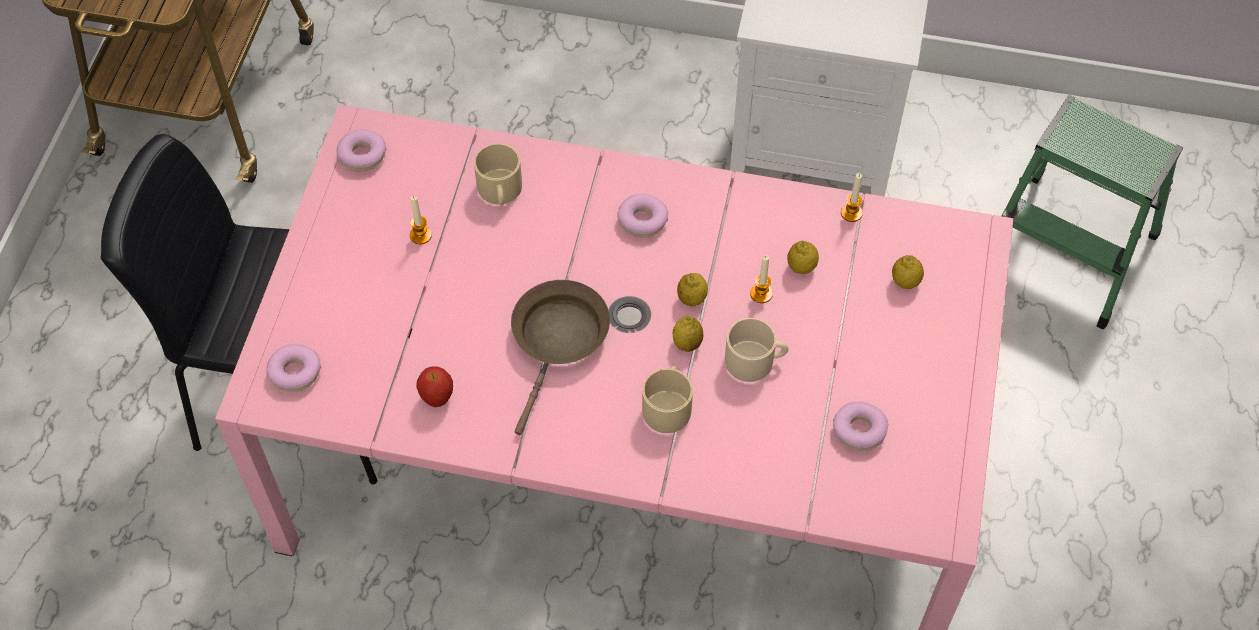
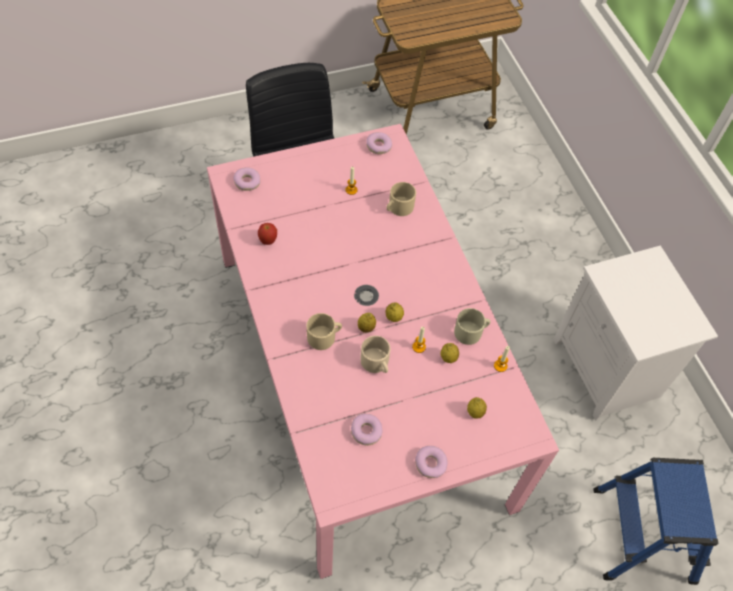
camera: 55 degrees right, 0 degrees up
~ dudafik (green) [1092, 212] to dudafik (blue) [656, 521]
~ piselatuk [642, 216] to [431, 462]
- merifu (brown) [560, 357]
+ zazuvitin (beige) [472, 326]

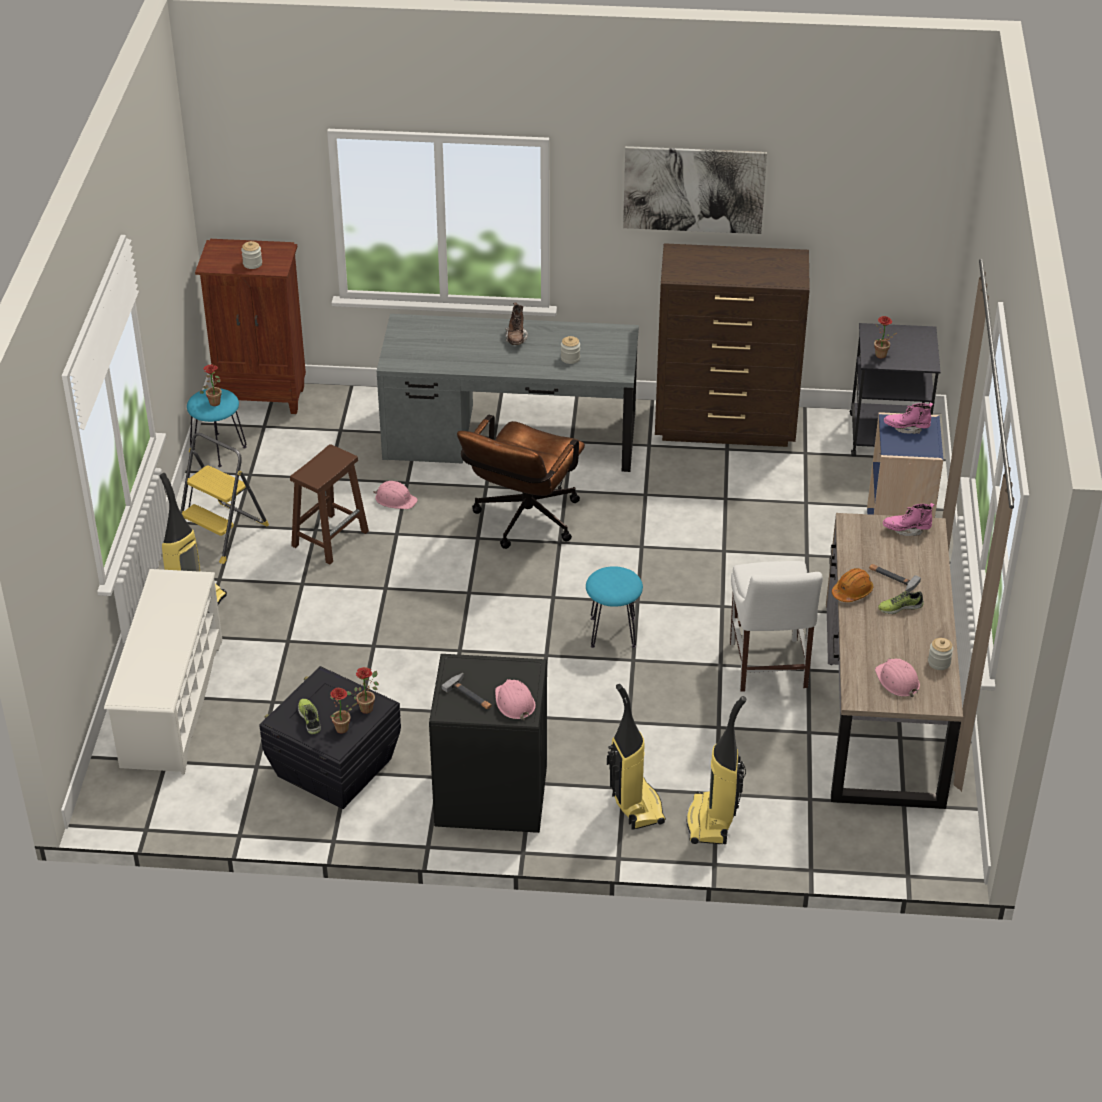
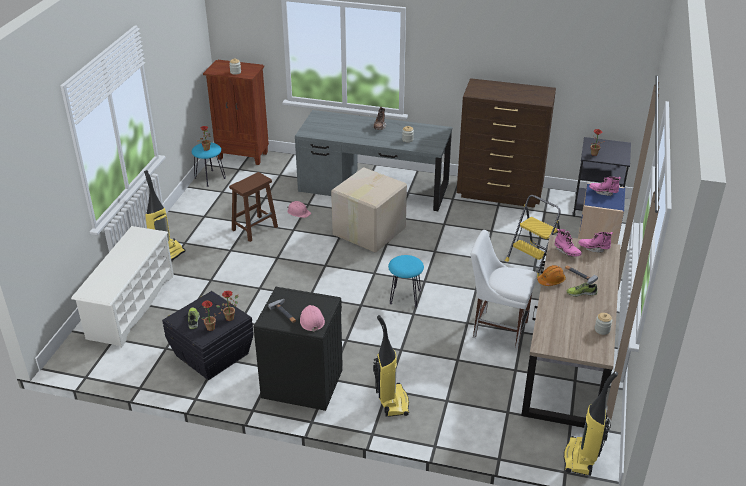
camera: 10 degrees right, 5 degrees down
- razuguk [695, 190]
~ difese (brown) [521, 482] to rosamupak [369, 210]
~ dudafik (yellow) [224, 498] to [533, 236]
~ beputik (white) [776, 626] = [504, 289] 105 degrees clockwise
- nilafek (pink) [897, 677]
~ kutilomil [716, 770] to [591, 423]
+ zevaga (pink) [568, 242]

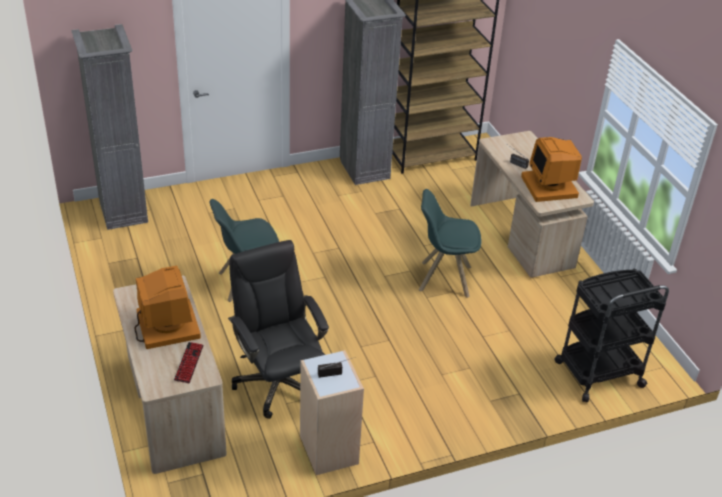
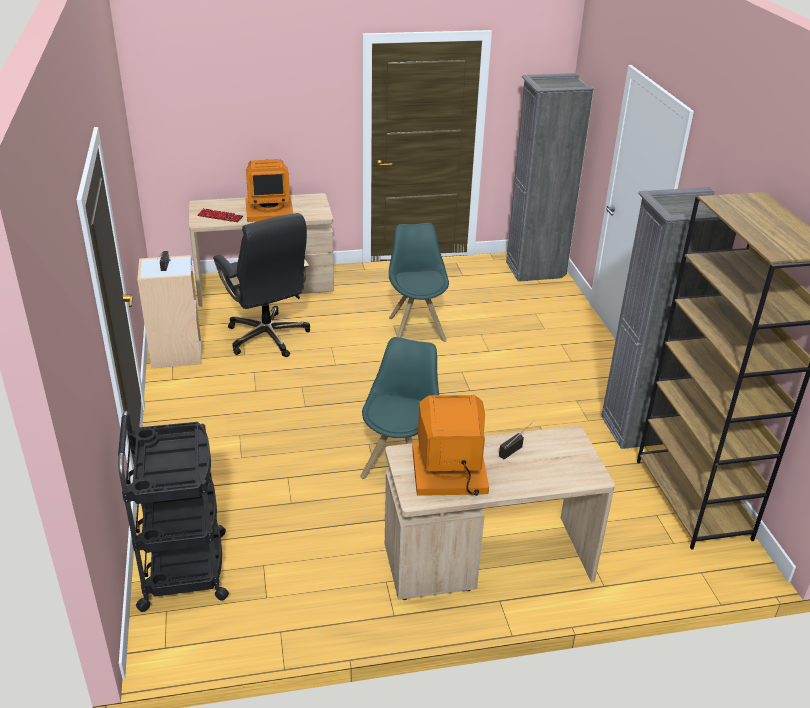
camera: 100 degrees right, 5 degrees down
~ difese (black) [278, 329] = [261, 285] 75 degrees clockwise

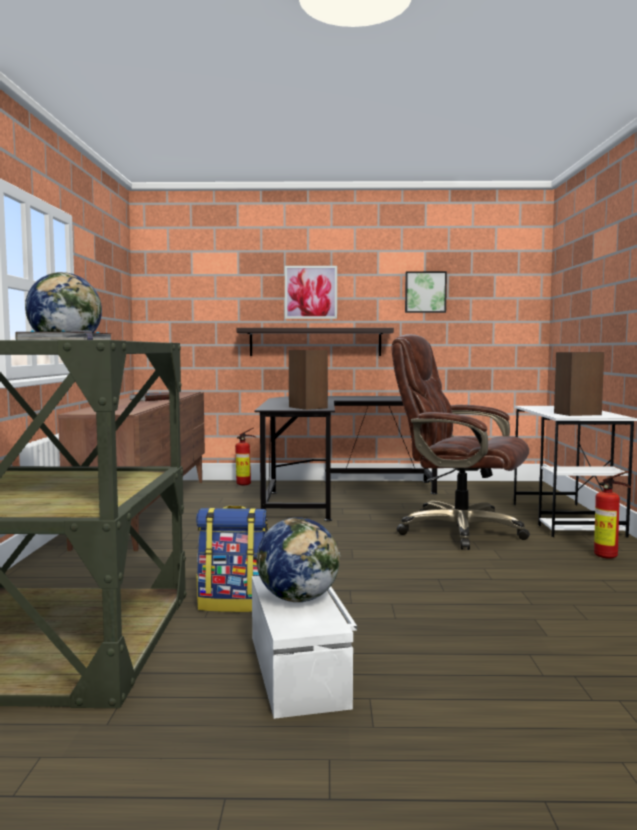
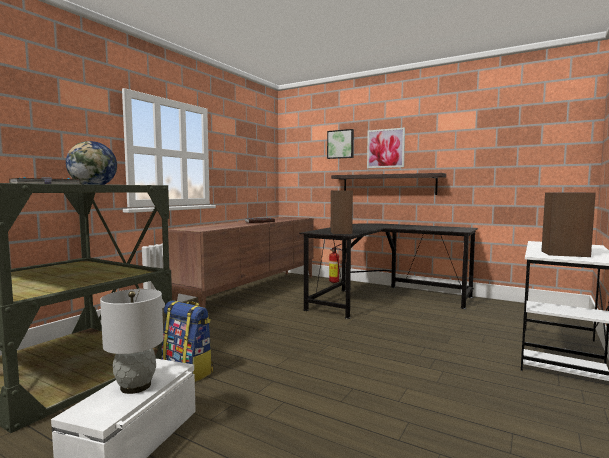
camera: 30 degrees right, 0 degrees up
~ razuguk [426, 292] to [340, 144]
- difese (brown) [460, 442]
- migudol [612, 515]
~ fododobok [298, 559] to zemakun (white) [131, 341]

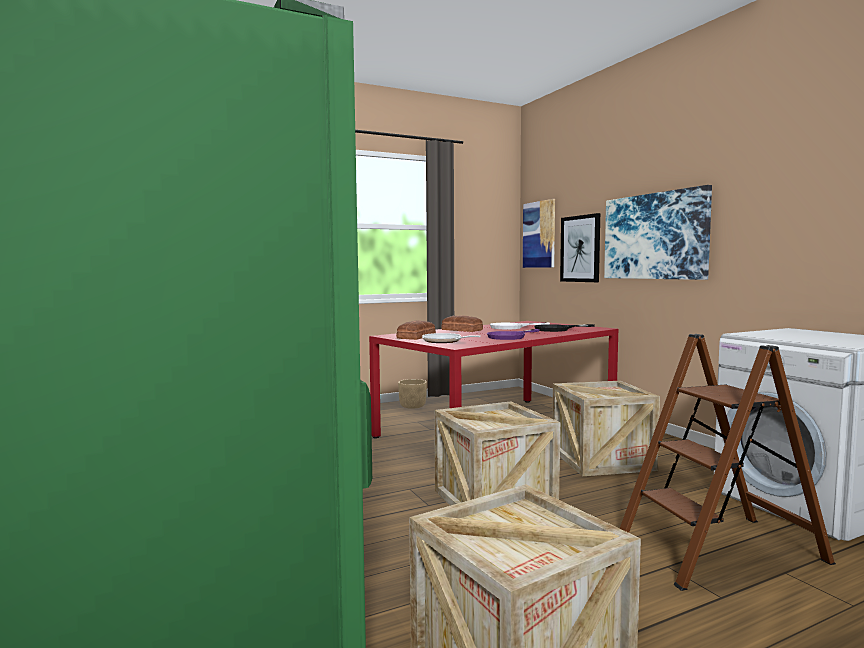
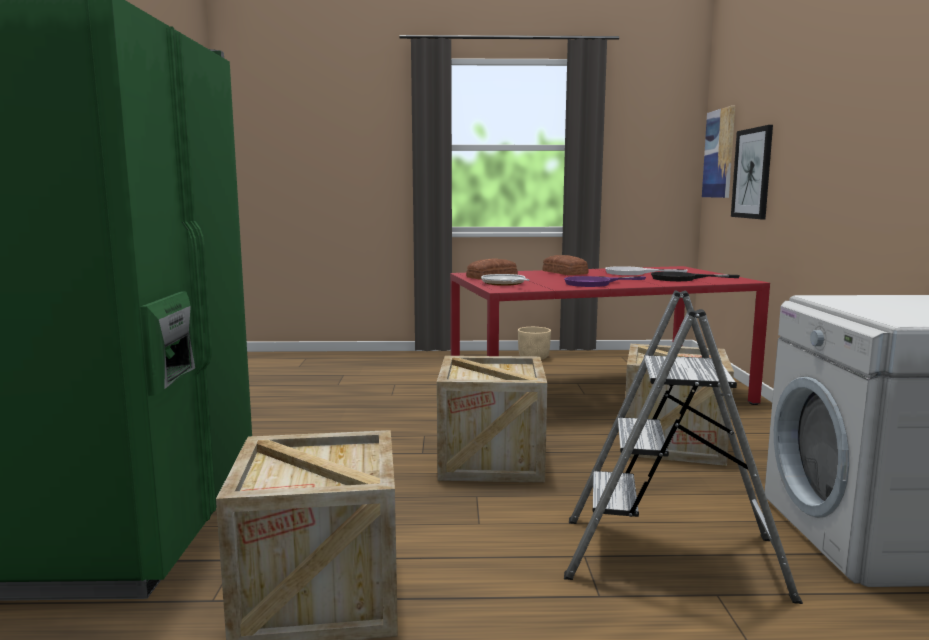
camera: 25 degrees right, 5 degrees up
- razuguk [658, 232]
~ dudafik (brown) [728, 462] to dudafik (grey) [683, 447]

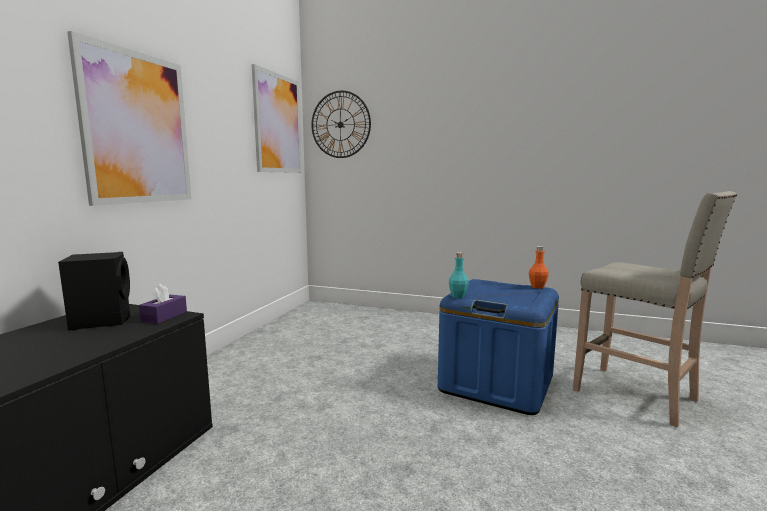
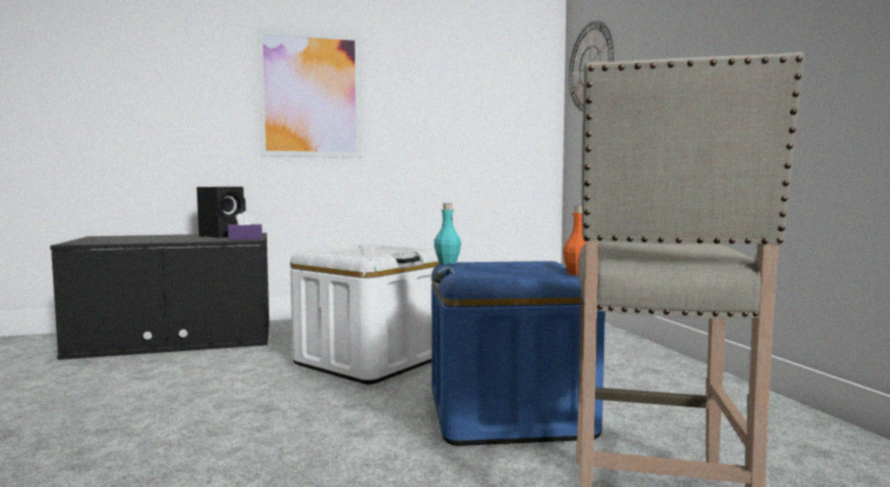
camera: 55 degrees right, 5 degrees down
- razuguk [277, 118]
+ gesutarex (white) [365, 314]

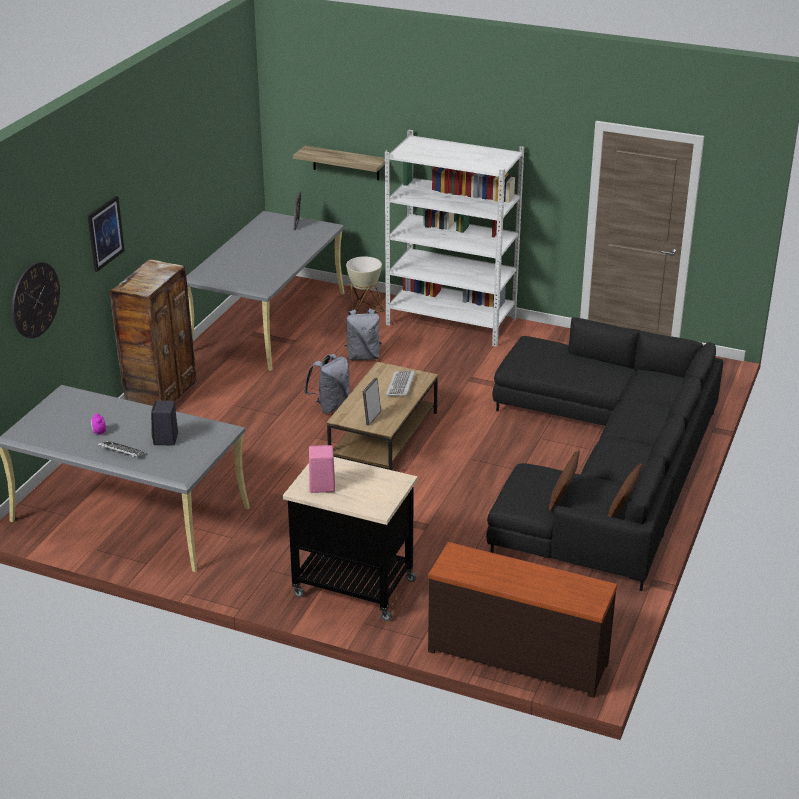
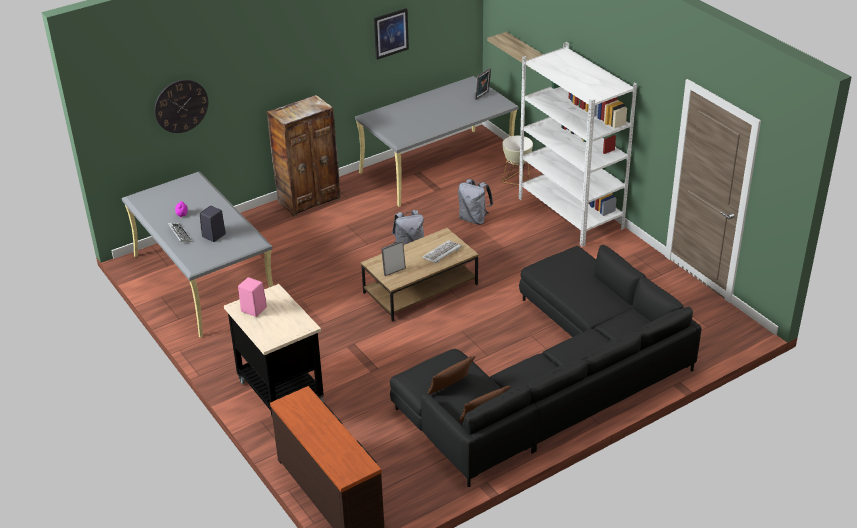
camera: 35 degrees right, 5 degrees up
~ razuguk [106, 234] to [391, 34]

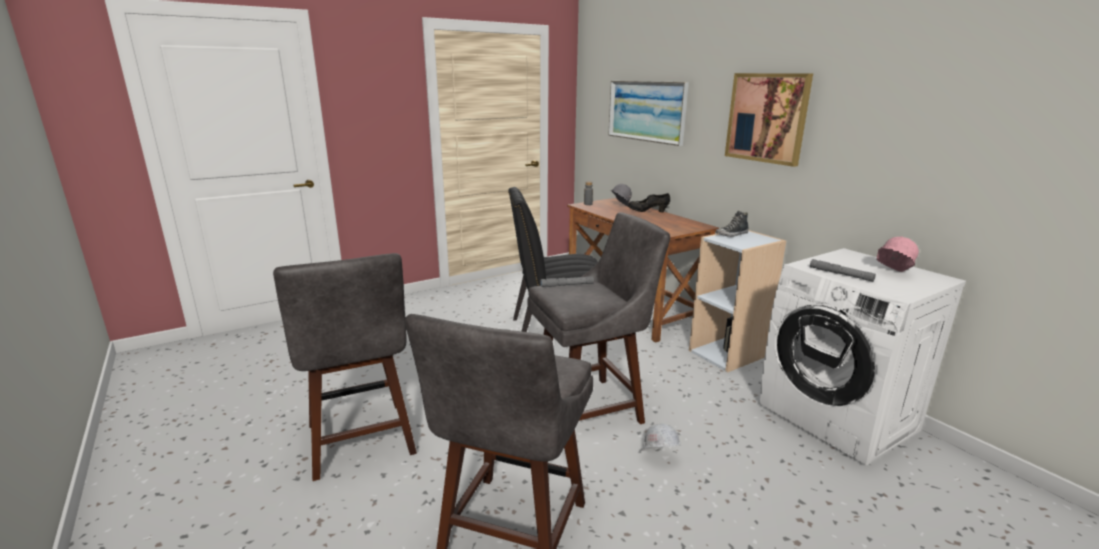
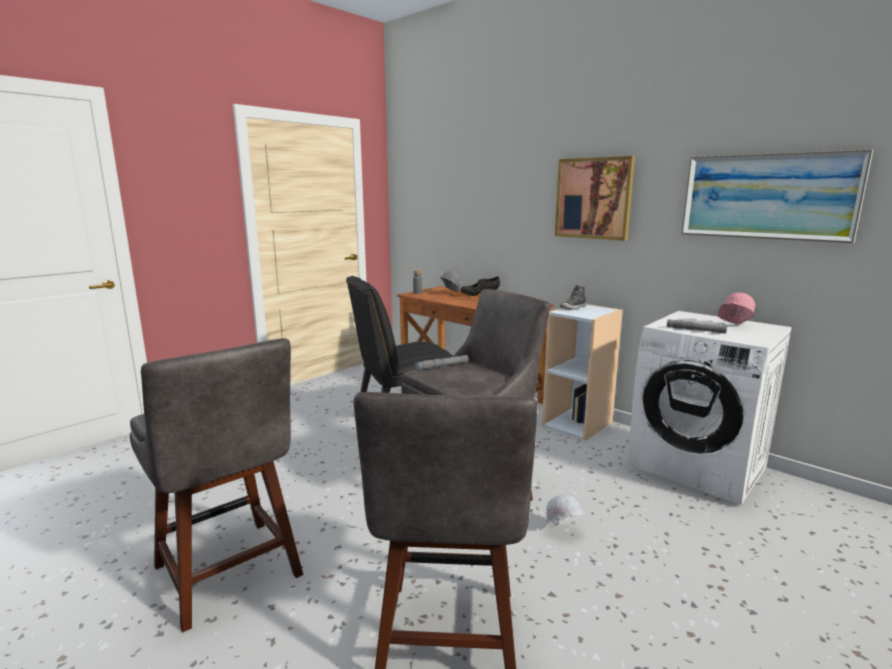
camera: 15 degrees left, 5 degrees down
~ razuguk [648, 113] to [777, 196]

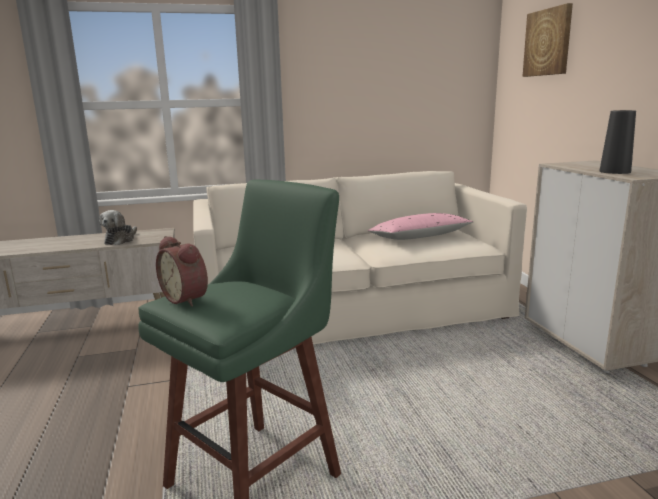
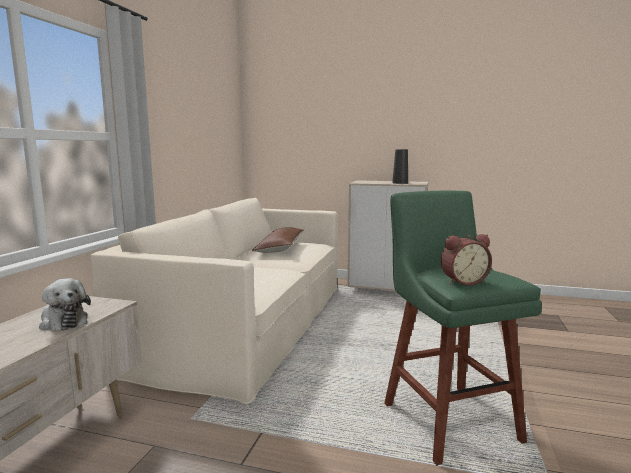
camera: 60 degrees left, 5 degrees down
- razuguk [547, 40]
~ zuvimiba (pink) [421, 226] to zuvimiba (brown) [278, 240]

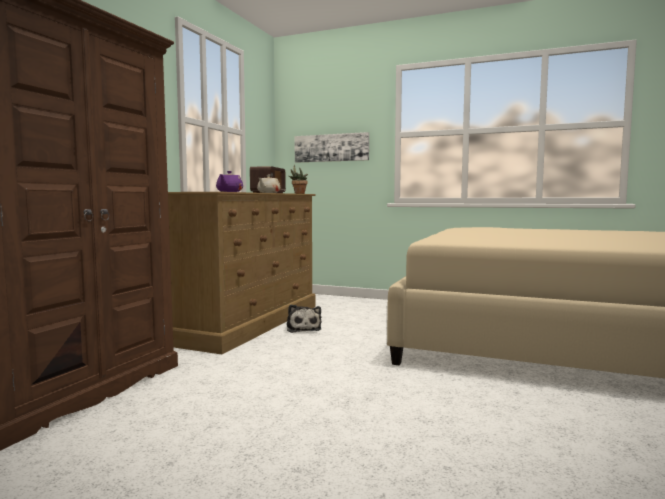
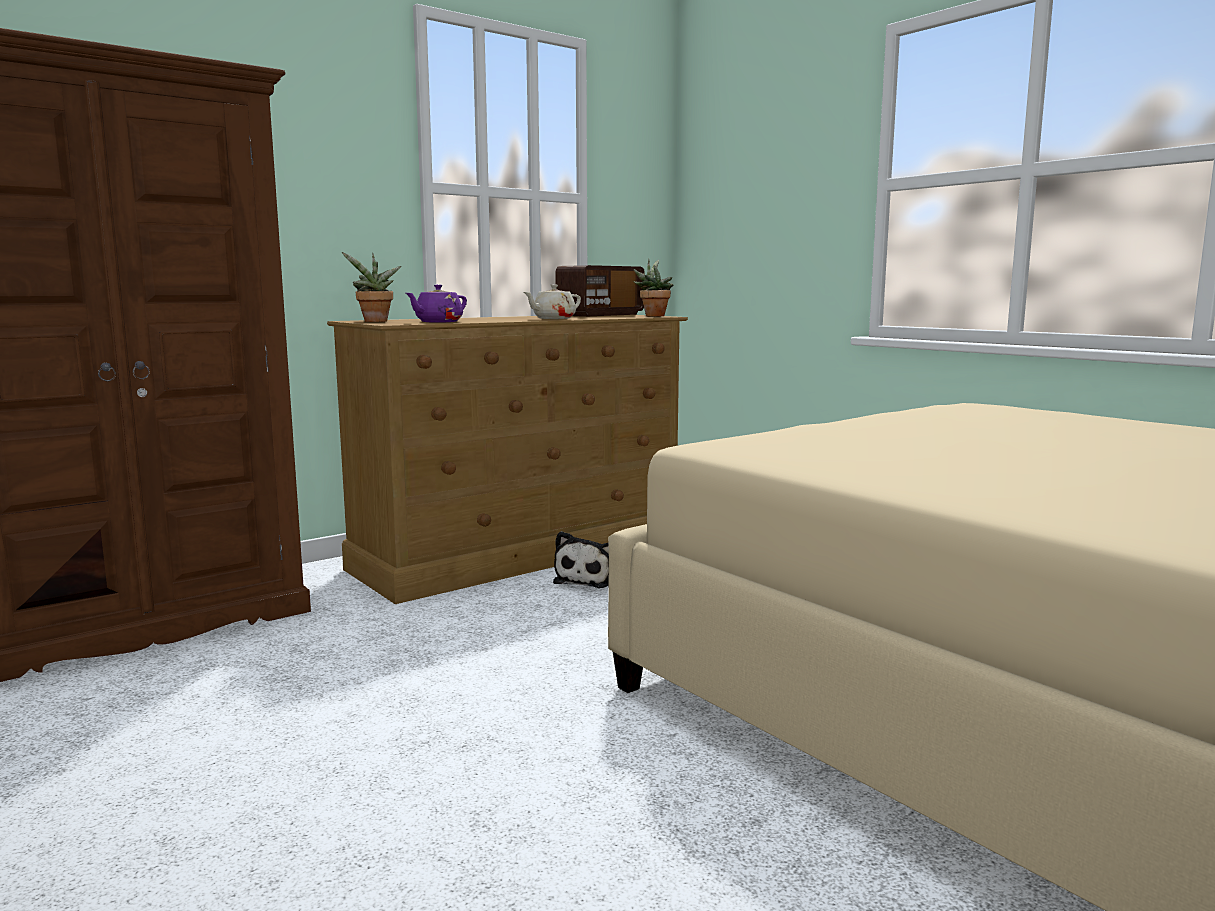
camera: 30 degrees right, 5 degrees up
- razuguk [331, 147]
+ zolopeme [371, 287]

